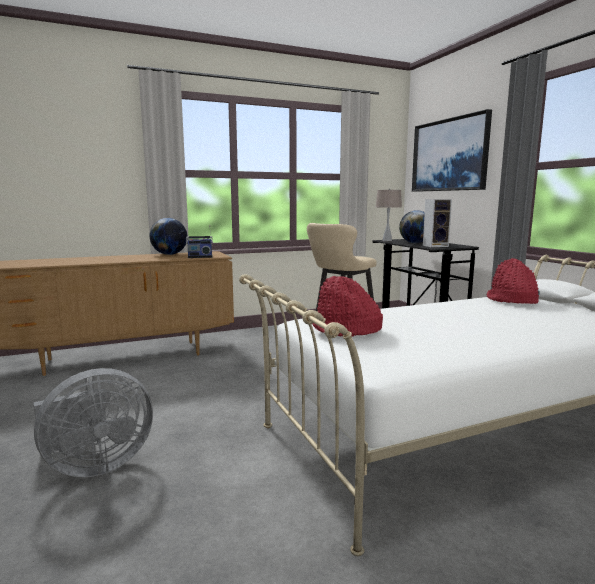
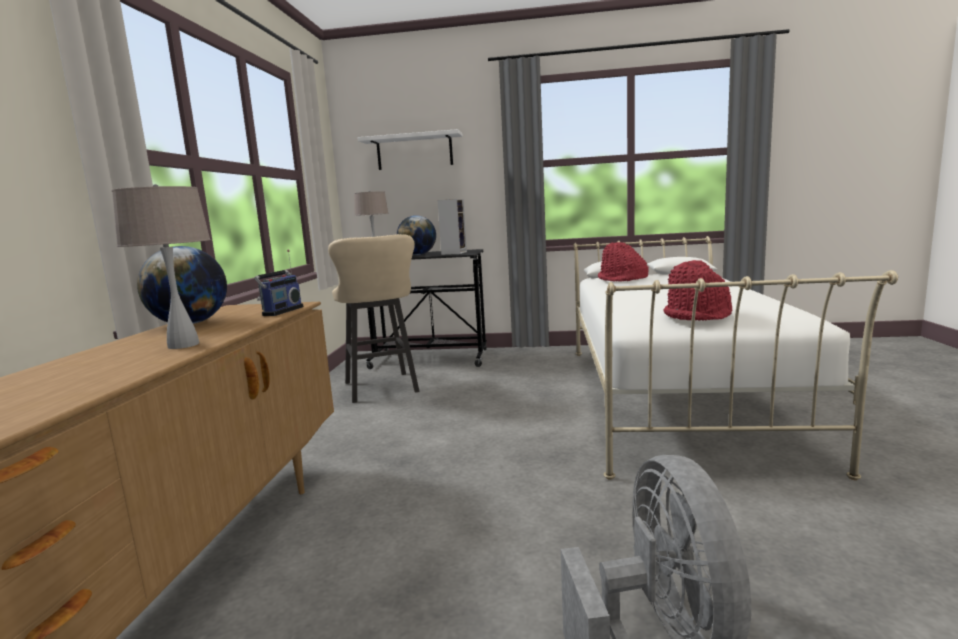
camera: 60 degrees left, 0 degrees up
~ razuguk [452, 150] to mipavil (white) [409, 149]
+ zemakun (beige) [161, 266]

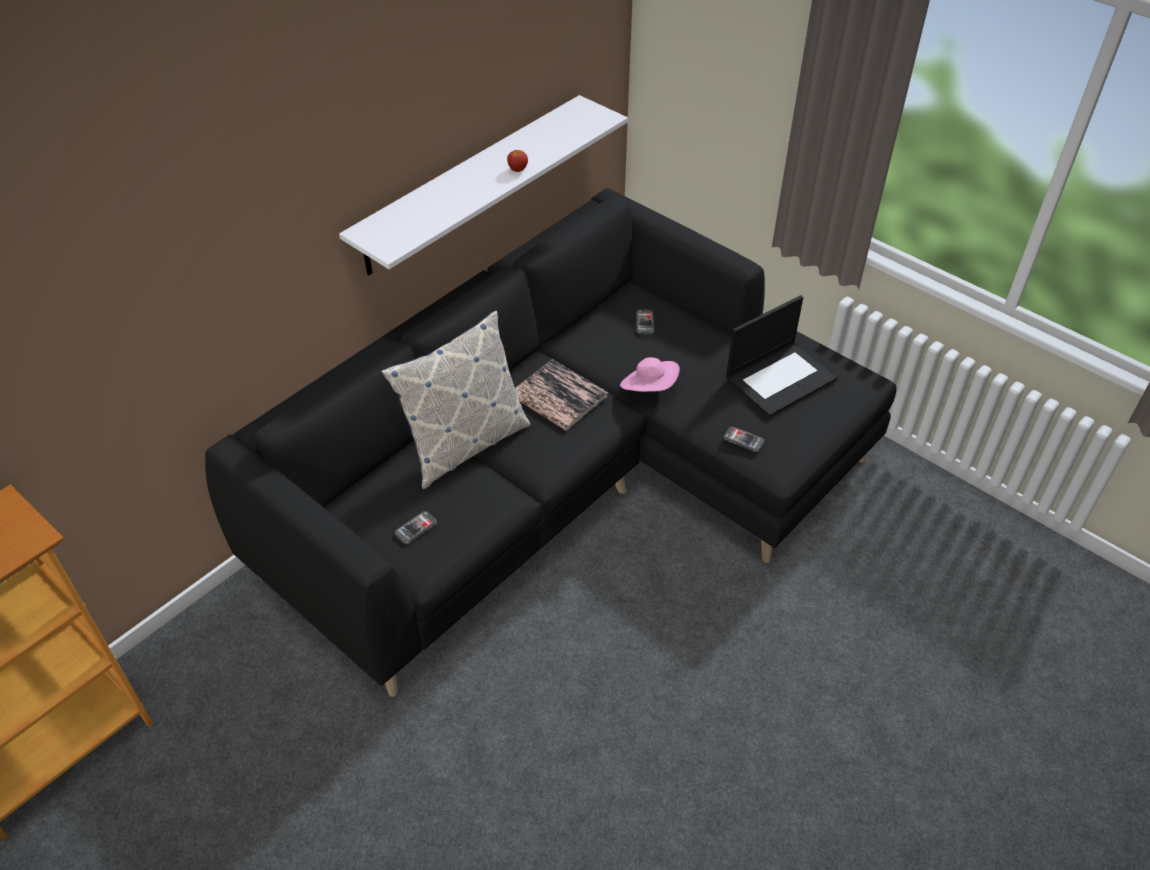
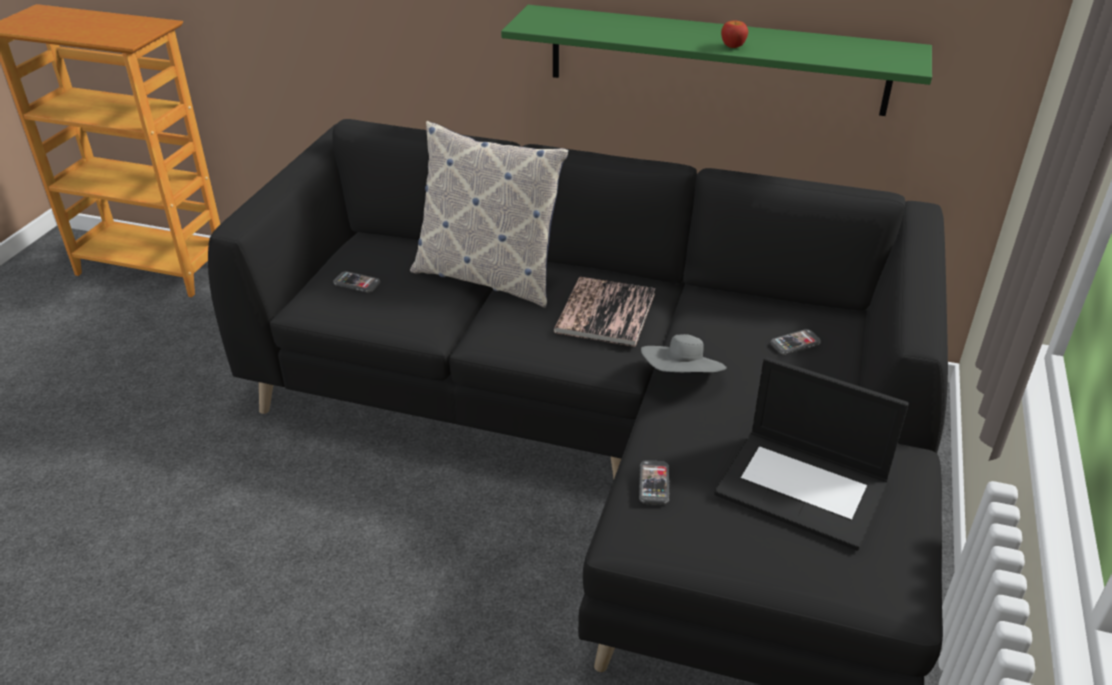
camera: 65 degrees right, 10 degrees down
~ mipavil (white) [483, 185] to mipavil (green) [716, 60]
~ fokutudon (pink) [650, 374] to fokutudon (grey) [684, 353]

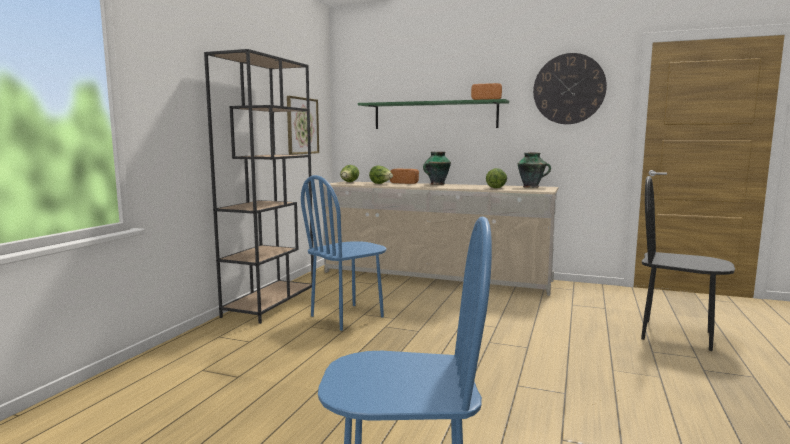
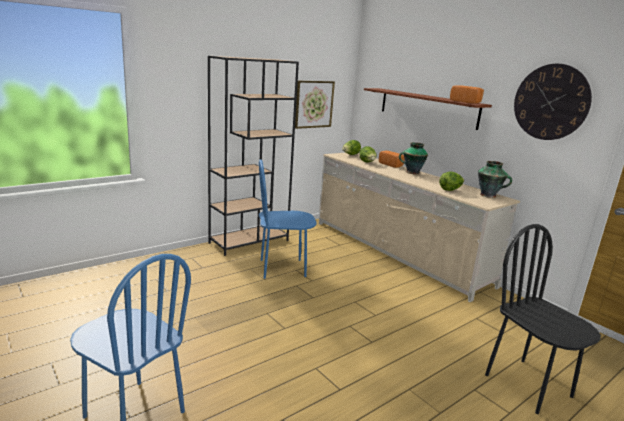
camera: 30 degrees right, 10 degrees up
~ mipavil (green) [433, 114] to mipavil (brown) [428, 109]

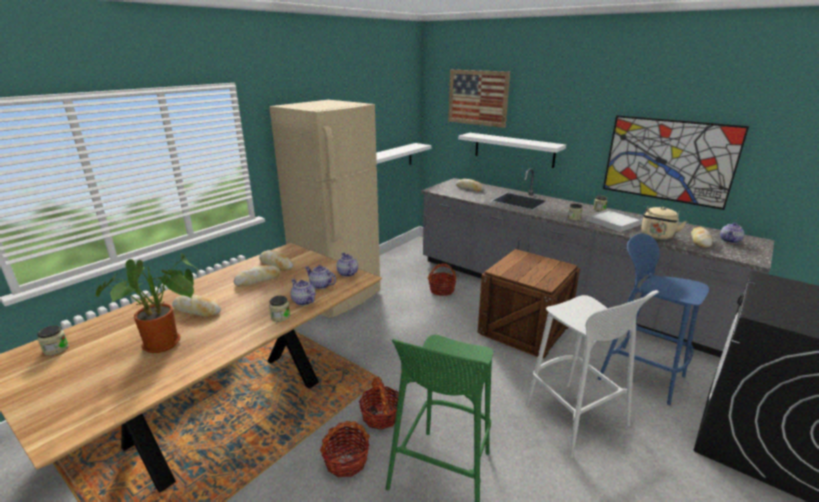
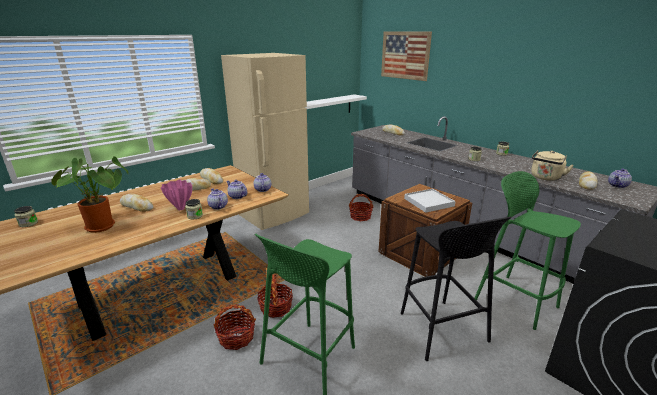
camera: 10 degrees right, 0 degrees up
- razuguk [676, 162]
- mipavil (white) [512, 150]
~ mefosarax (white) [615, 220] to [430, 201]
~ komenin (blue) [653, 319] to komenin (green) [527, 250]
~ komenin (white) [592, 374] to komenin (black) [456, 288]
+ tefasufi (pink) [176, 195]

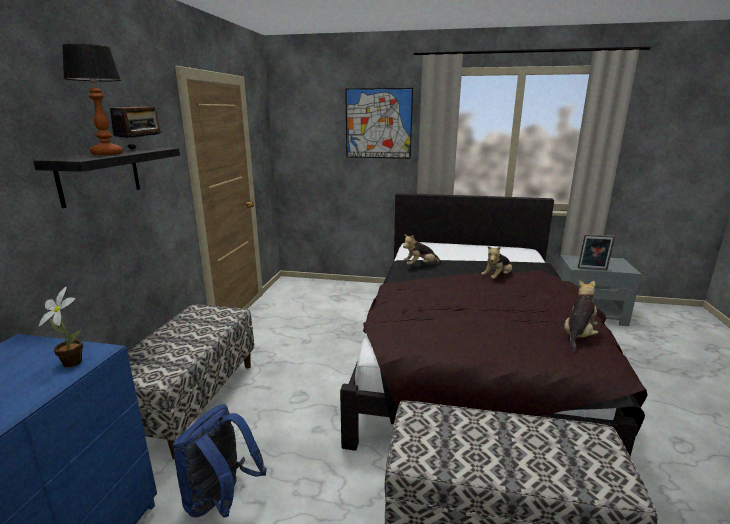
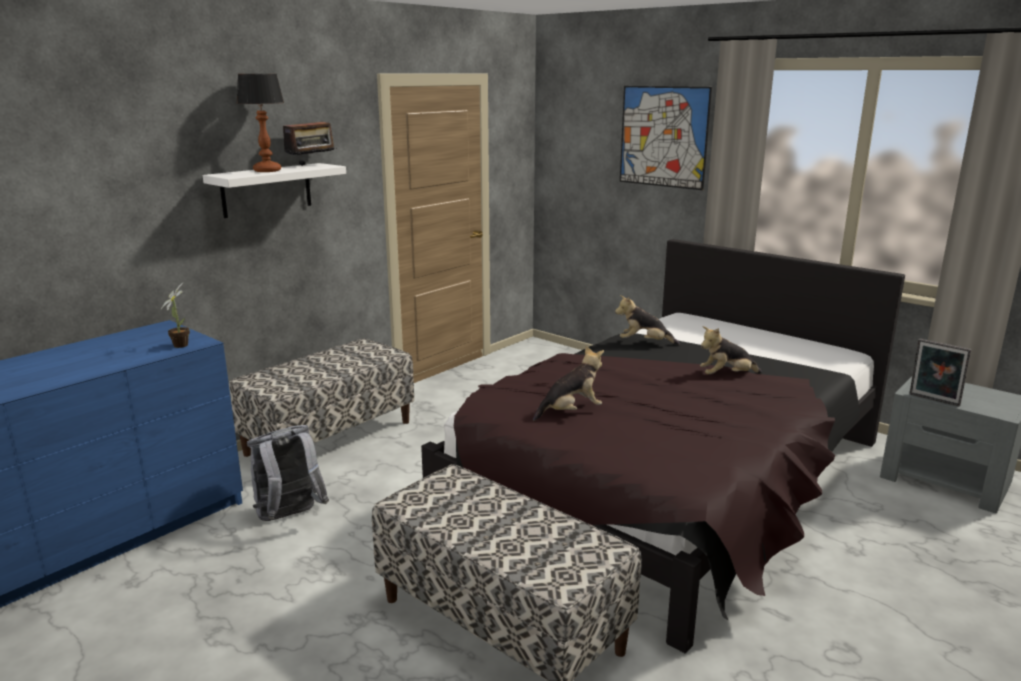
camera: 30 degrees right, 0 degrees up
~ mipavil (black) [106, 178] to mipavil (white) [274, 190]
~ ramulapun [581, 316] to [568, 383]
~ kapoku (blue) [219, 461] to kapoku (grey) [288, 473]

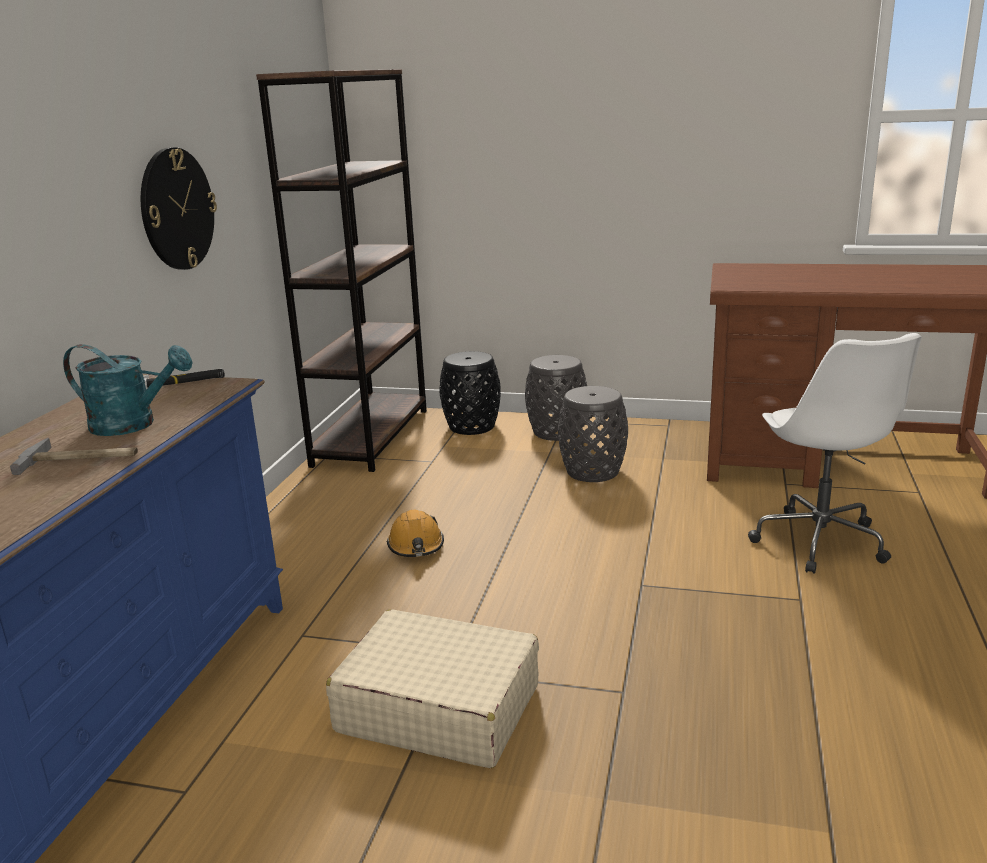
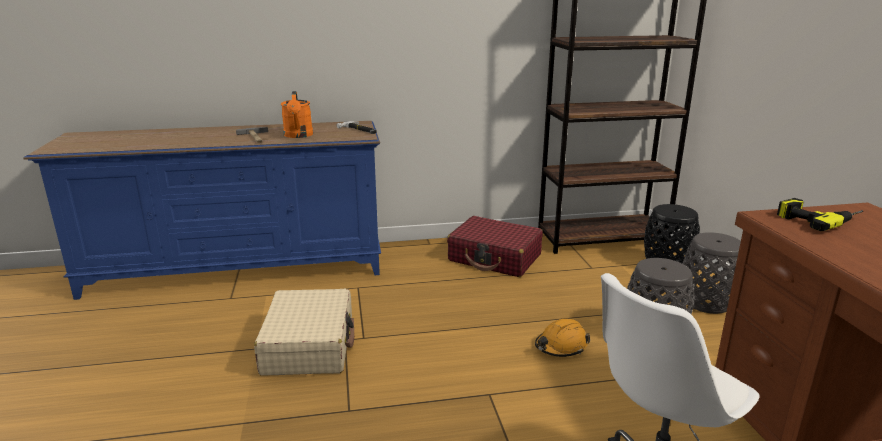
camera: 65 degrees right, 0 degrees up
- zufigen [179, 208]
~ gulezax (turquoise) [128, 390] to gulezax (orange) [297, 114]
~ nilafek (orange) [415, 533] to [562, 337]
+ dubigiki [820, 214]
+ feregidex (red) [495, 246]

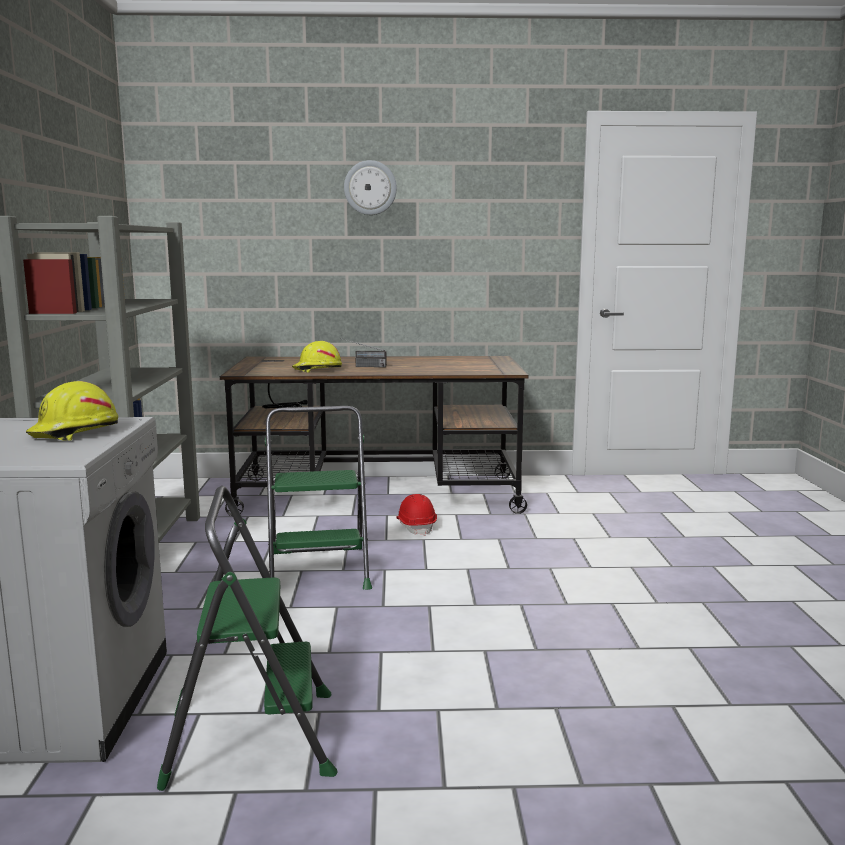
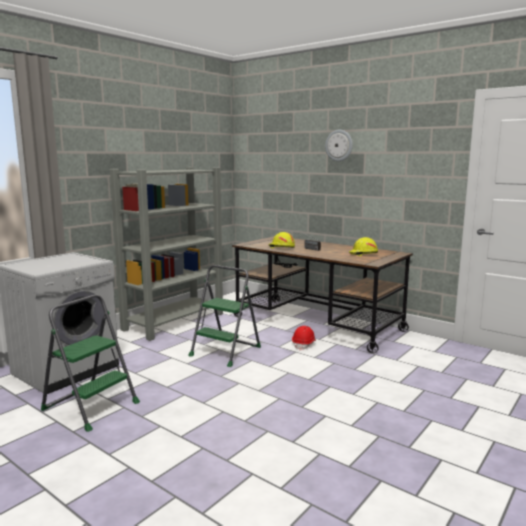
camera: 40 degrees right, 0 degrees up
~ nilafek (yellow) [72, 411] to [363, 246]

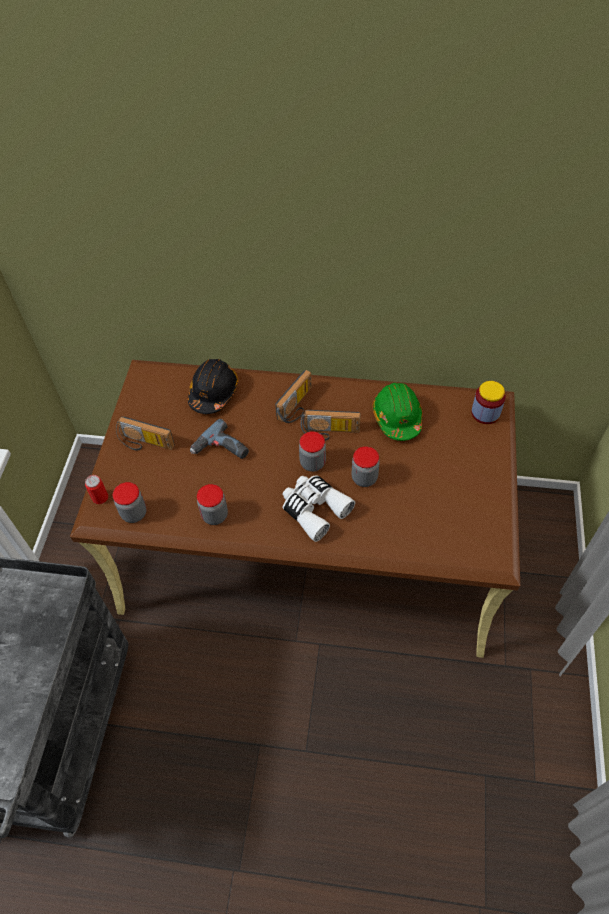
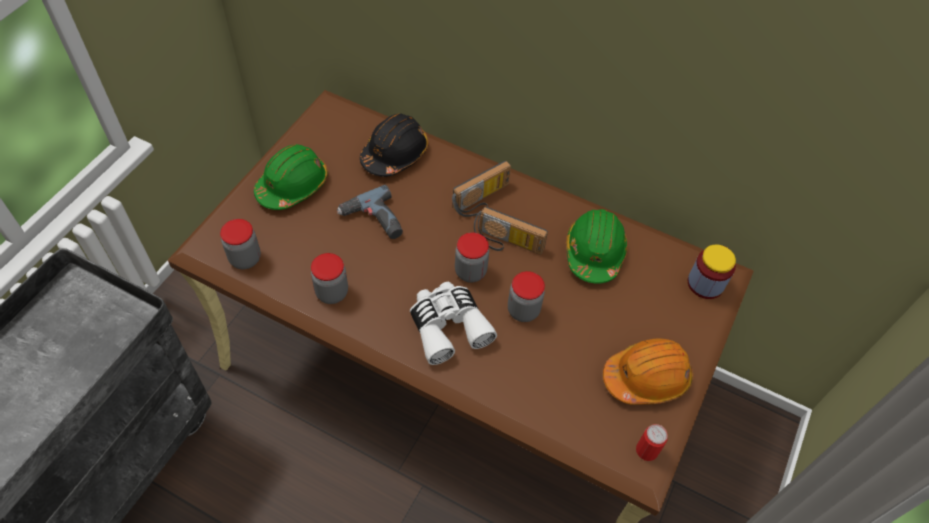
camera: 15 degrees right, 0 degrees up
~ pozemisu [145, 433] to nilafek (green) [291, 177]
~ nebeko [96, 489] to [652, 442]
+ nilafek (orange) [648, 371]

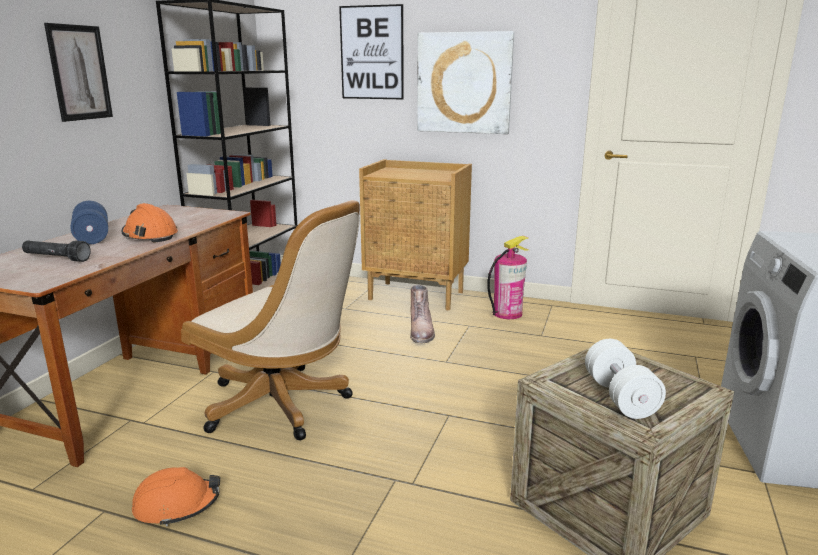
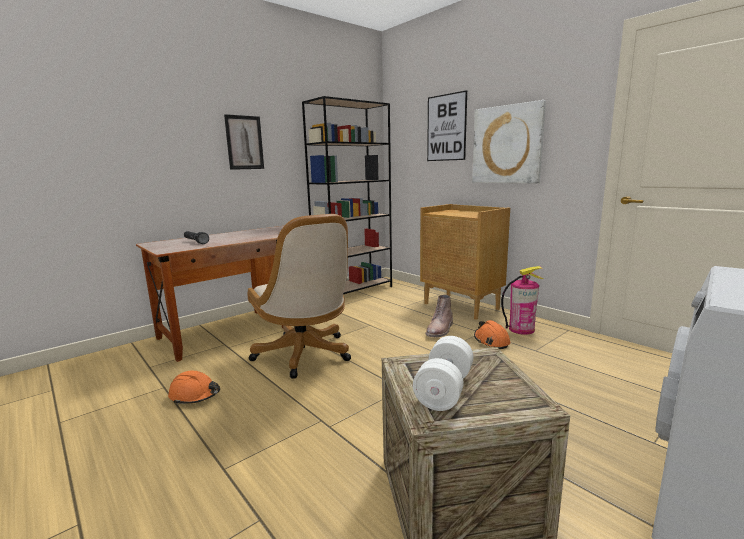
camera: 30 degrees right, 5 degrees down
- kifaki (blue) [89, 222]
~ nilafek (orange) [150, 223] to [492, 334]

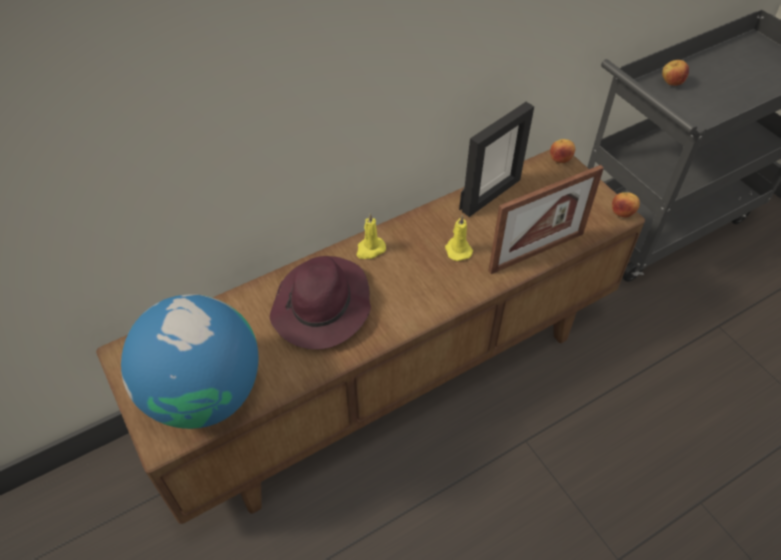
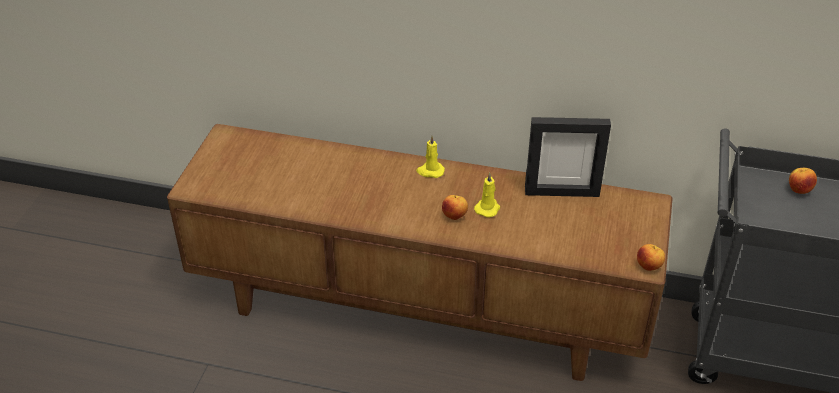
camera: 45 degrees right, 10 degrees down
~ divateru [562, 151] to [455, 207]
- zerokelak [546, 219]
- fokutudon (purple) [320, 302]
- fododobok [189, 361]

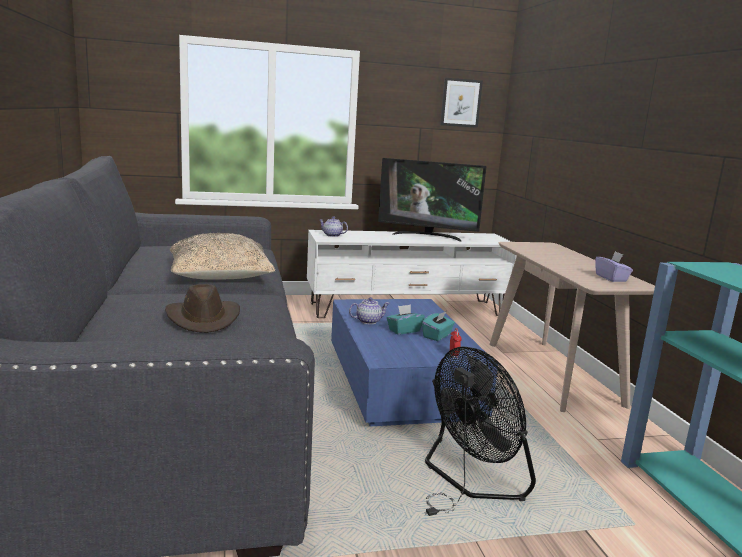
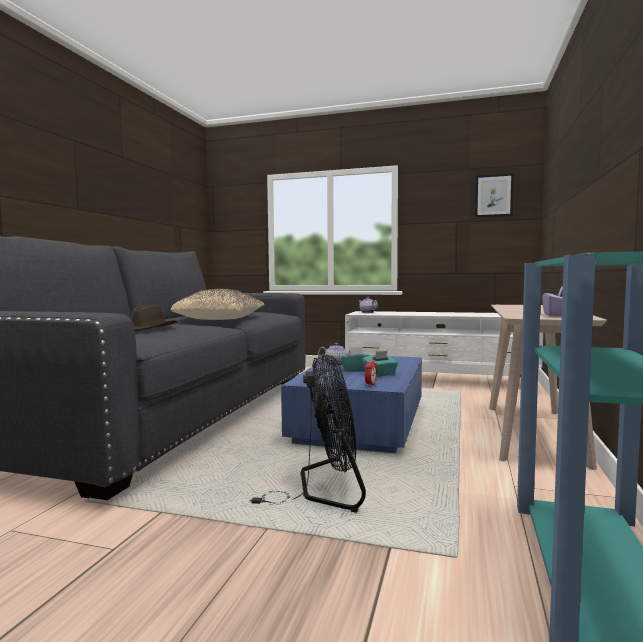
camera: 30 degrees right, 10 degrees down
- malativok [432, 199]

